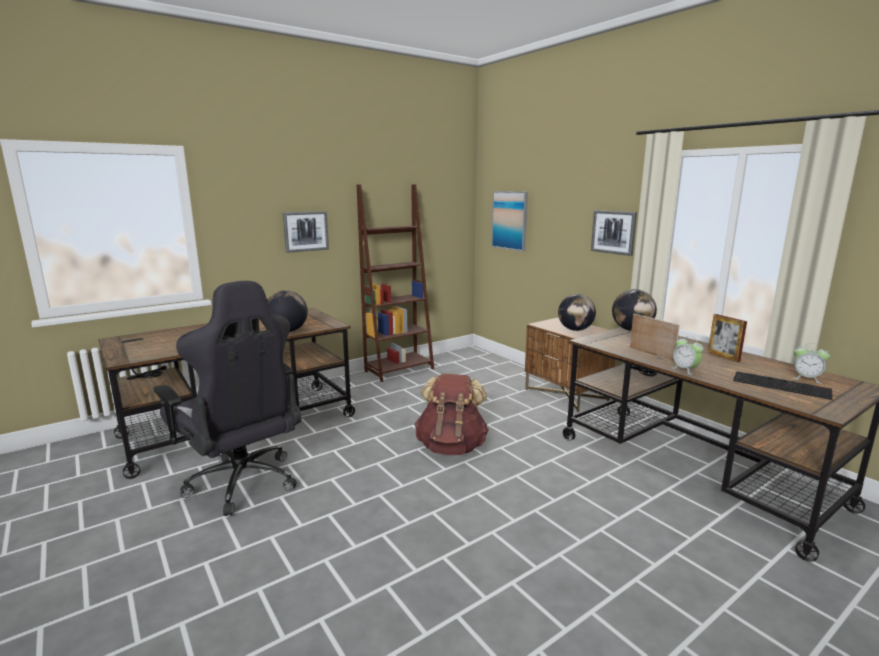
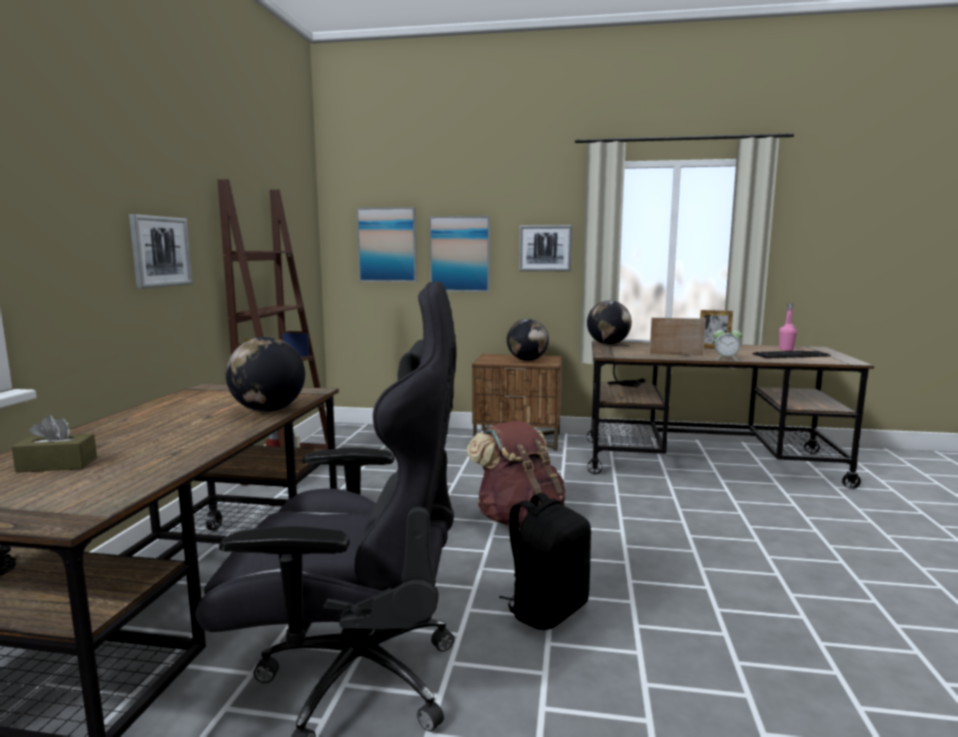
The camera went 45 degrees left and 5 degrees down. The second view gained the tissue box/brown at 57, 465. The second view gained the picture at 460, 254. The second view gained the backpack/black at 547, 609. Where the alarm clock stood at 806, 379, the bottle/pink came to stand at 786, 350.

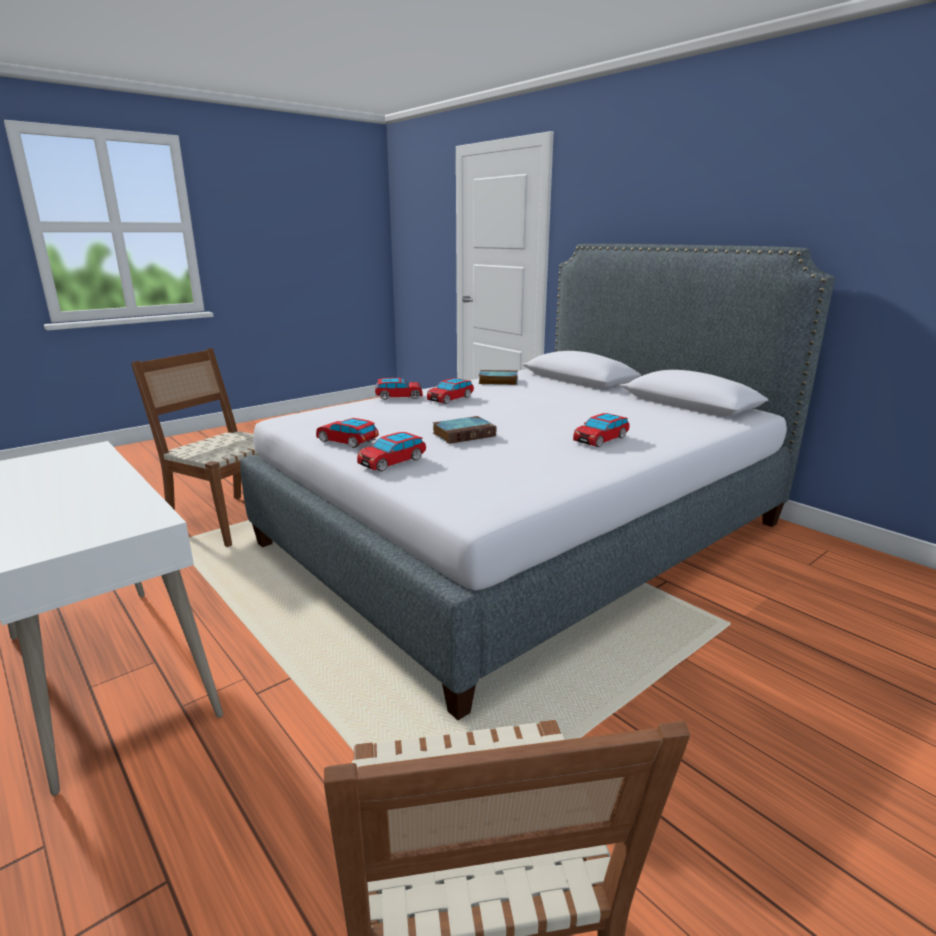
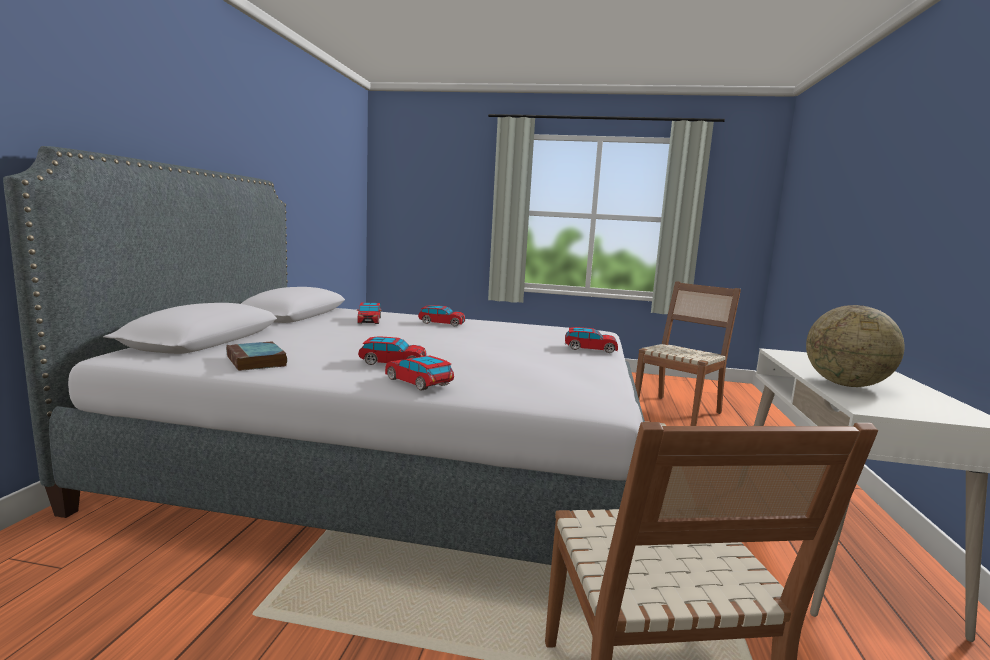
The camera went 130 degrees left and 10 degrees down. The second view lost the book at 464, 434. The second view gained the globe at 846, 385. The toy car ended up elsewhere, having gone from 347, 442 to 369, 321.

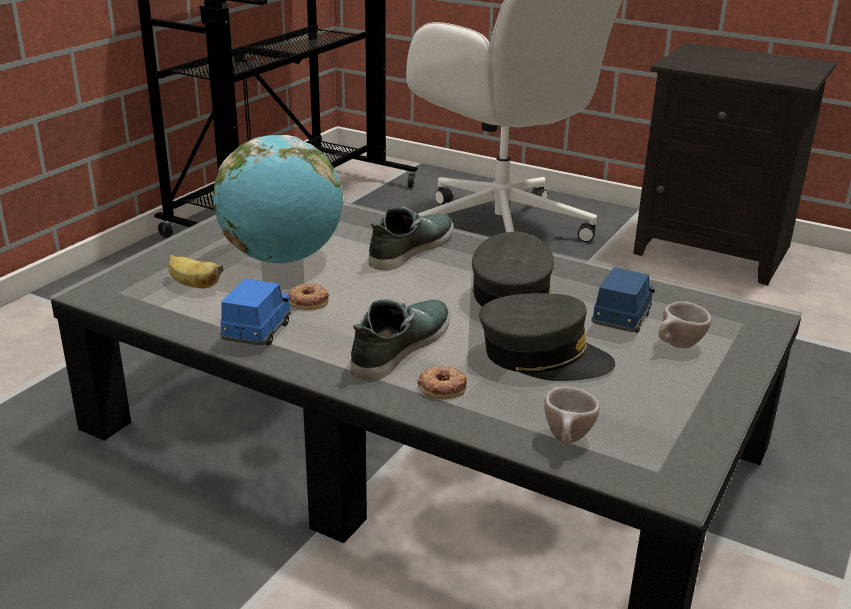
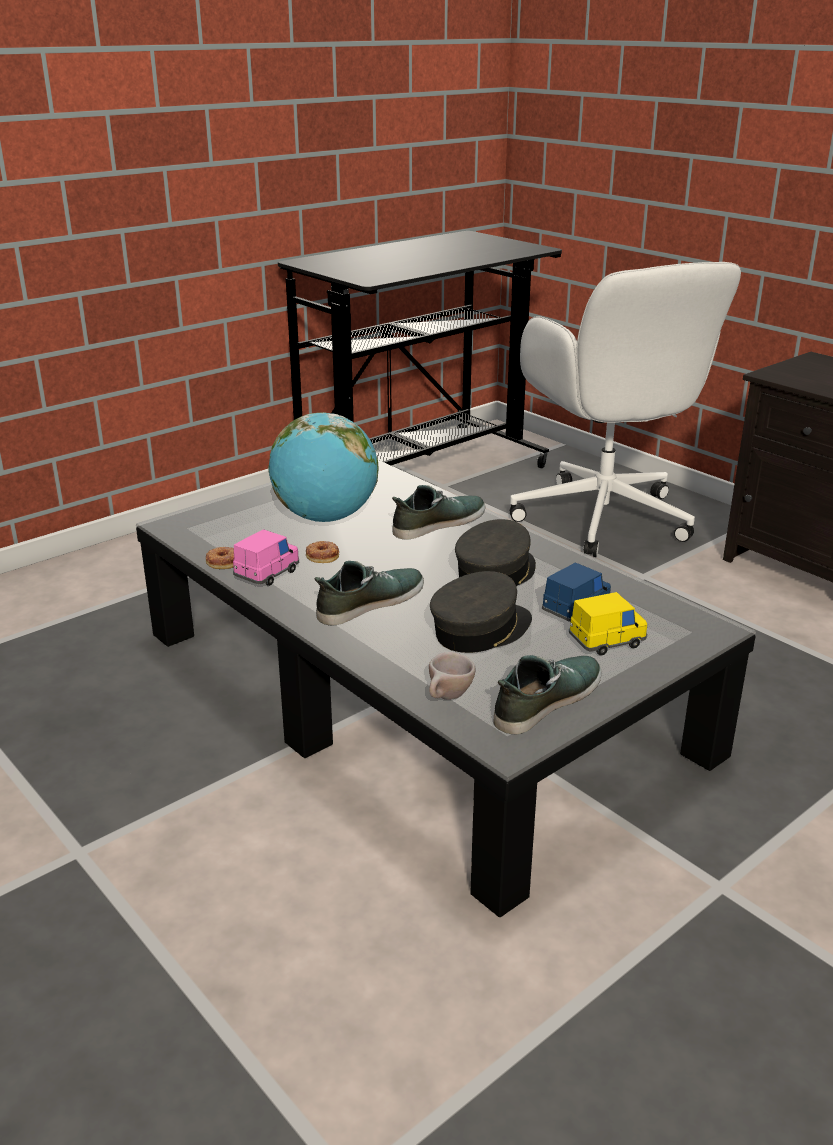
The camera went 20 degrees right and 0 degrees up. The second view lost the banana at 193, 285. The second view gained the shoe at 546, 700. The donut ended up elsewhere, having gone from 442, 387 to 223, 561. Where the cup/beige stood at 677, 347, the toy car/yellow came to stand at 607, 641. What was the toy car/blue at 257, 331 turned into the toy car/pink at 267, 574. The cap/grey at 543, 357 ended up facing another way, 75 degrees counterclockwise from before.

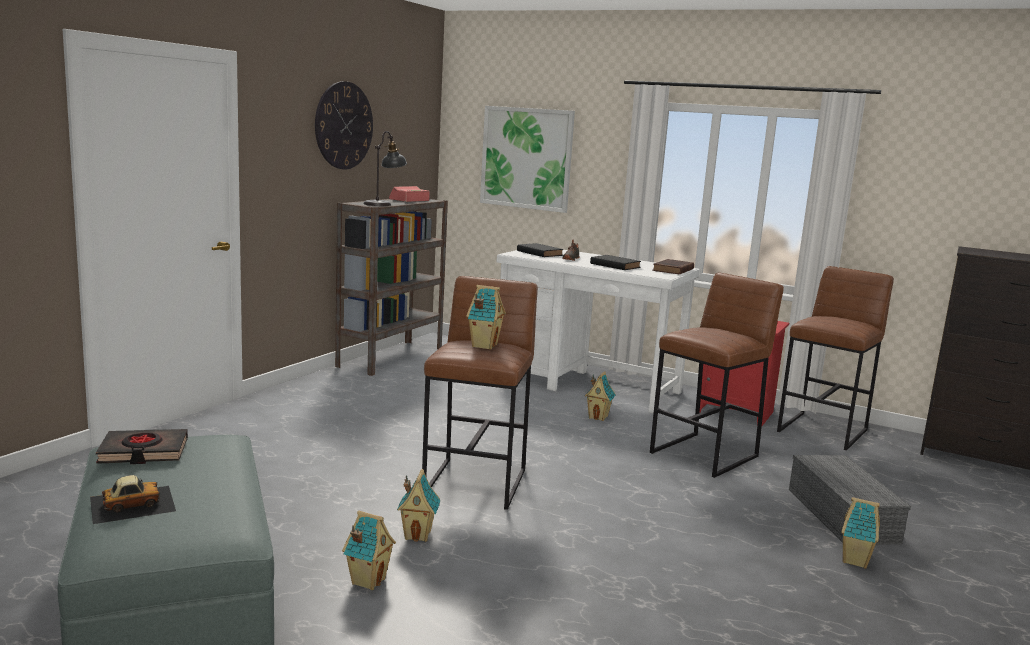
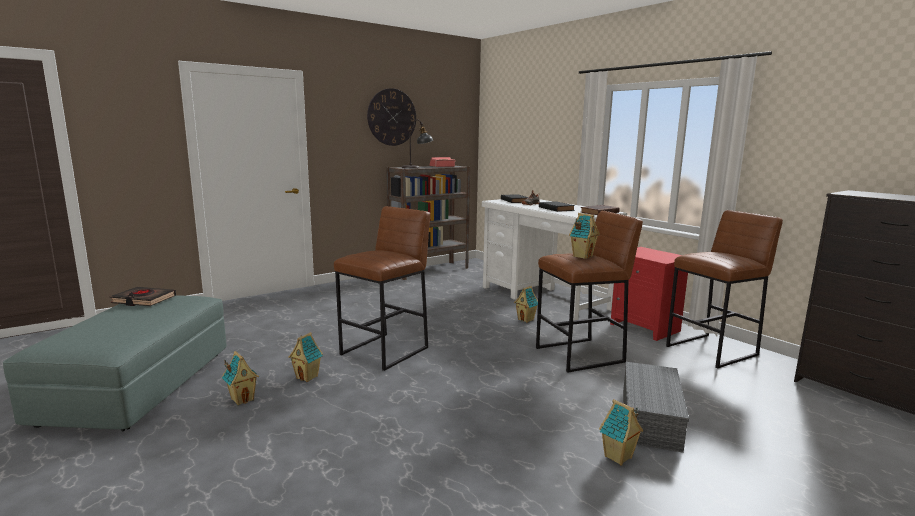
The camera went 25 degrees right and 0 degrees up. The second view lost the toy car at 132, 503. The second view lost the picture at 526, 158. The toy house ended up elsewhere, having gone from 483, 345 to 582, 256.

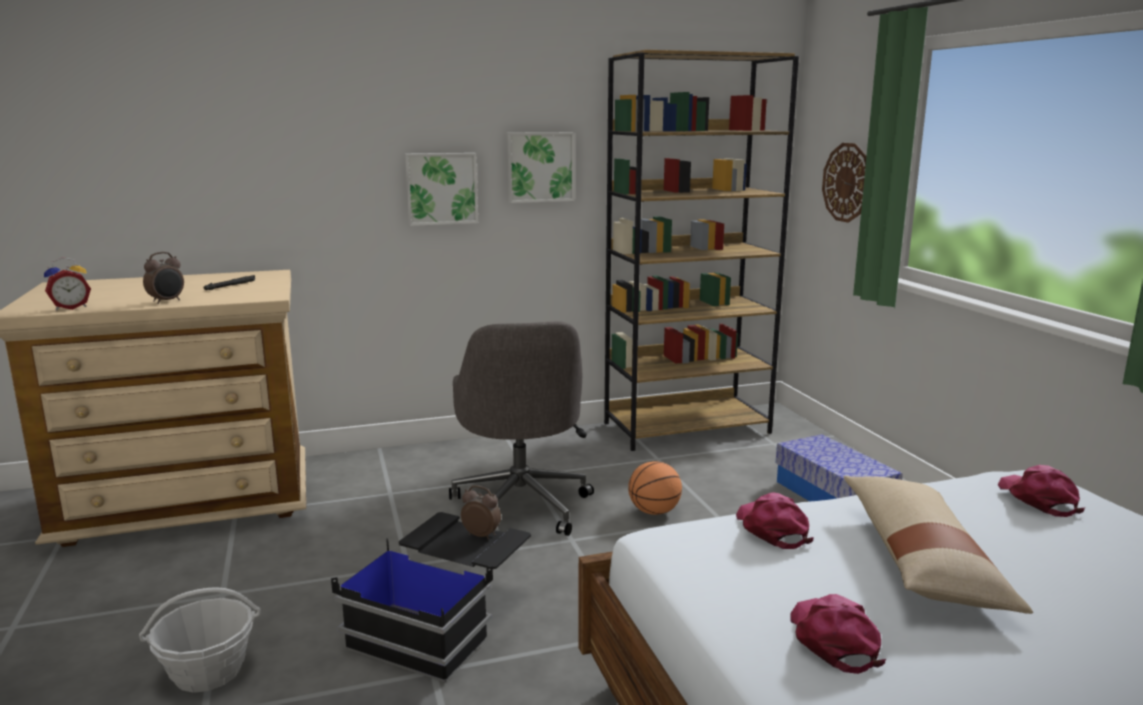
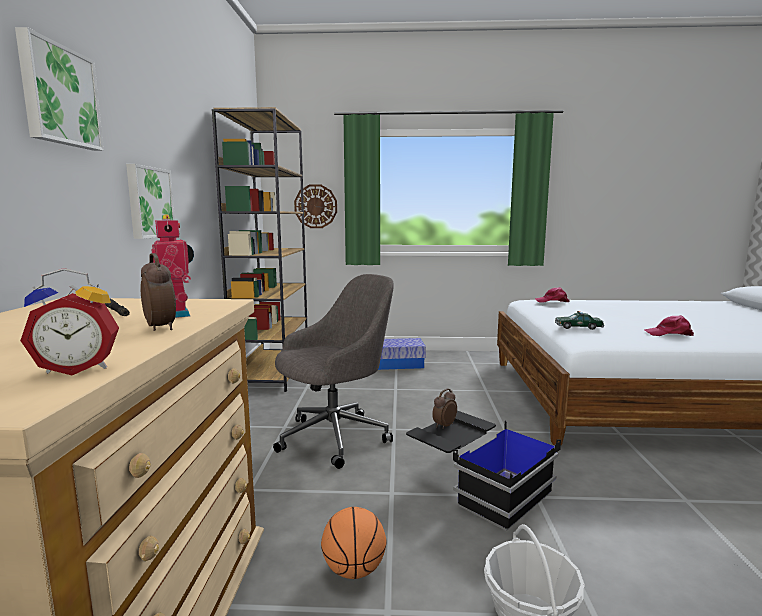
The camera went 70 degrees left and 5 degrees down. The second view lost the pillow/beige at 921, 561. The second view gained the toy robot at 177, 314. The picture ended up elsewhere, having gone from 540, 167 to 59, 96. The basketball ended up elsewhere, having gone from 654, 512 to 354, 570. Where the cap/pink stood at 772, 528, the toy car came to stand at 578, 327. The alarm clock at 71, 307 ended up facing another way, 90 degrees clockwise from before. The office chair/grey at 521, 508 ended up facing another way, 45 degrees counterclockwise from before.

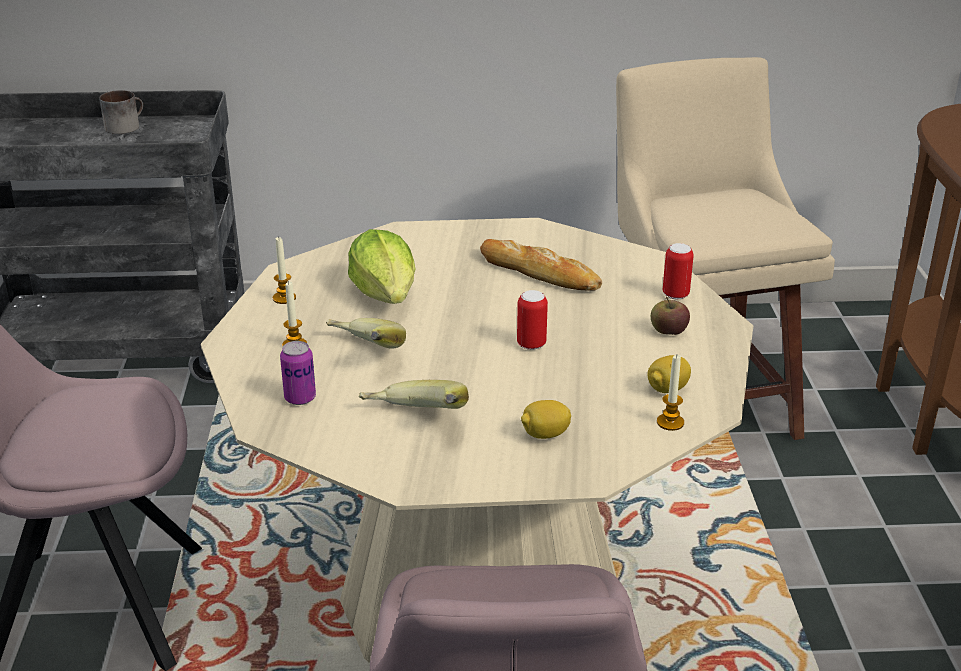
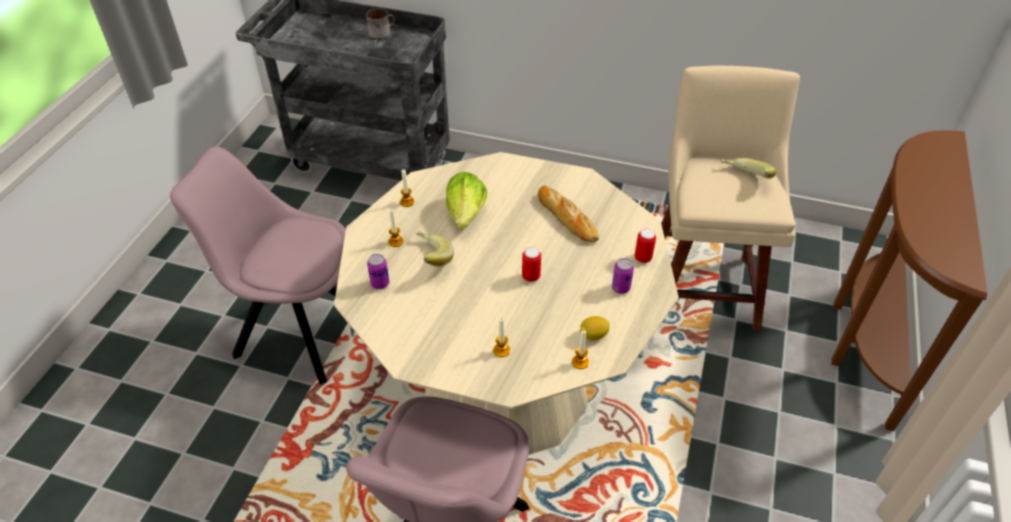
The camera went 20 degrees right and 15 degrees up. The banana ended up elsewhere, having gone from 414, 422 to 744, 179. Where the lemon stood at 545, 435, the candle came to stand at 501, 350. Where the apple stood at 668, 331, the can came to stand at 620, 288.

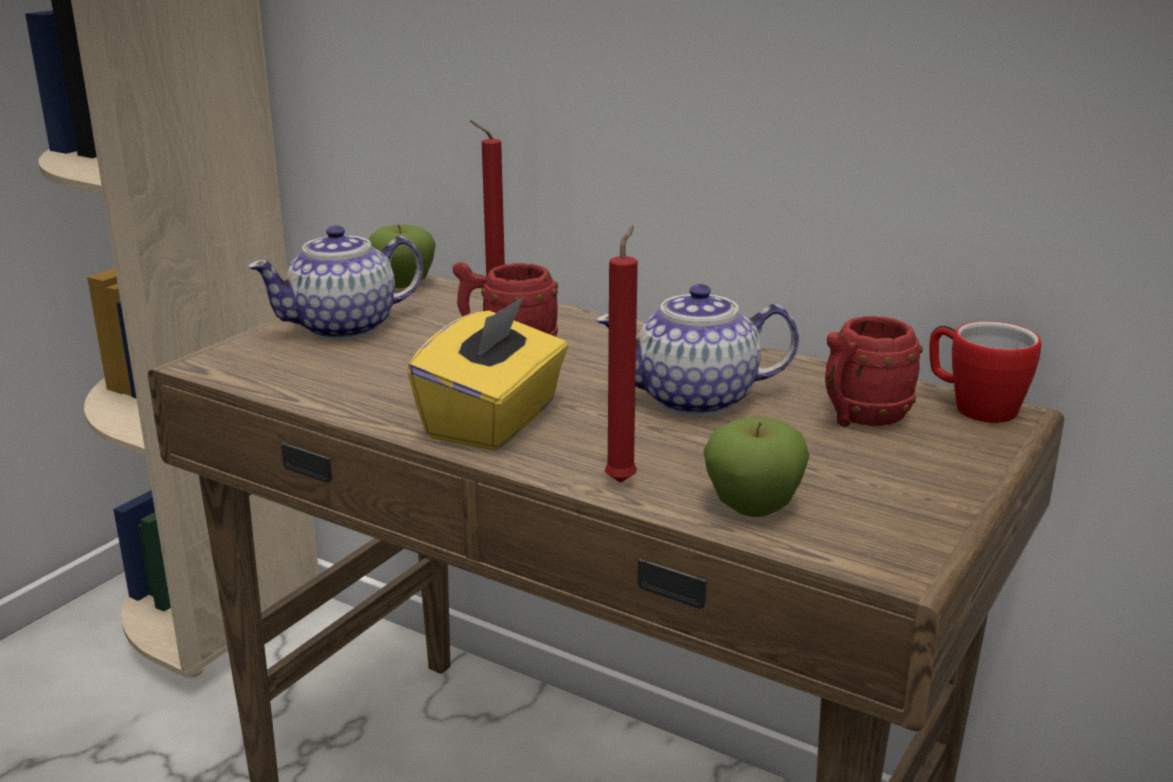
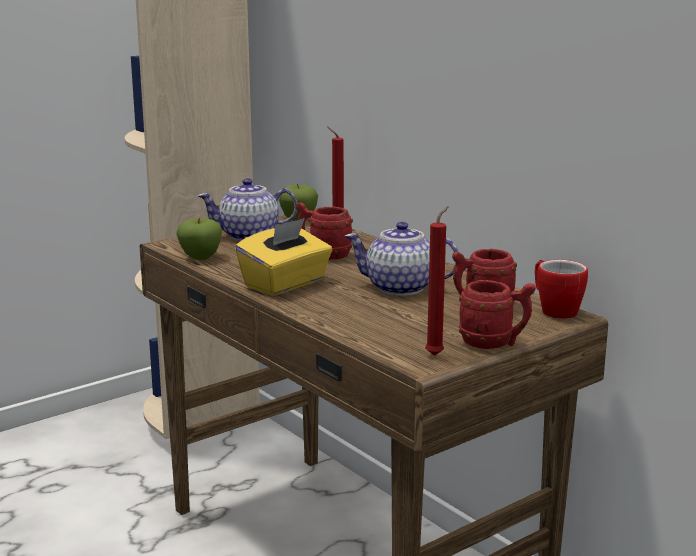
The camera went 20 degrees right and 5 degrees down. The second view gained the mug/red at 494, 343. The candle/red ended up elsewhere, having gone from 622, 480 to 436, 354. The apple ended up elsewhere, having gone from 753, 508 to 200, 257.

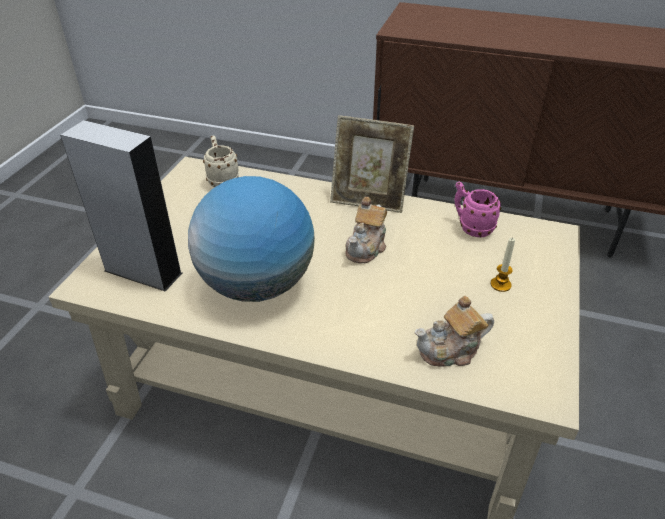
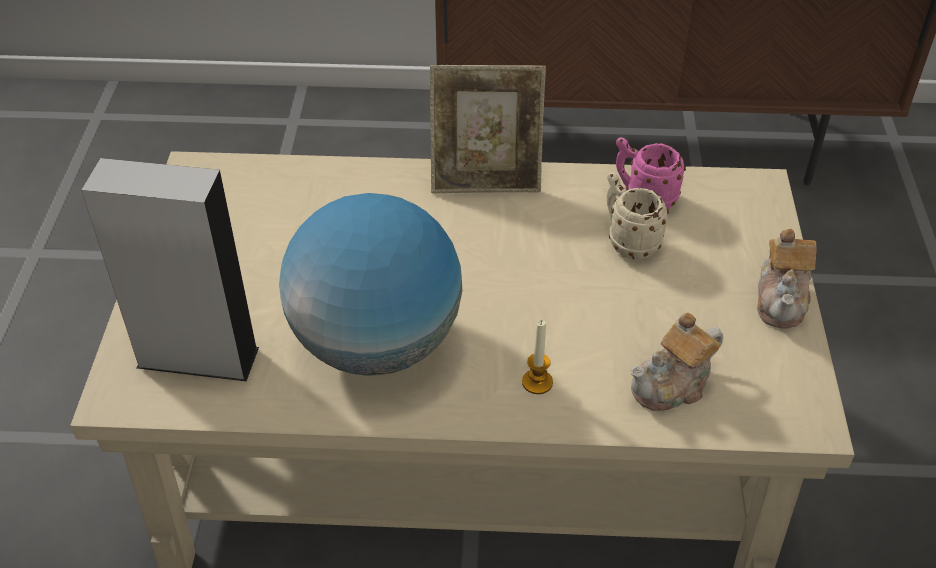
The camera went 15 degrees left and 5 degrees up. The mug/beige ended up elsewhere, having gone from 222, 180 to 628, 241. The teapot ended up elsewhere, having gone from 366, 247 to 782, 299. The candle ended up elsewhere, having gone from 500, 284 to 537, 382.

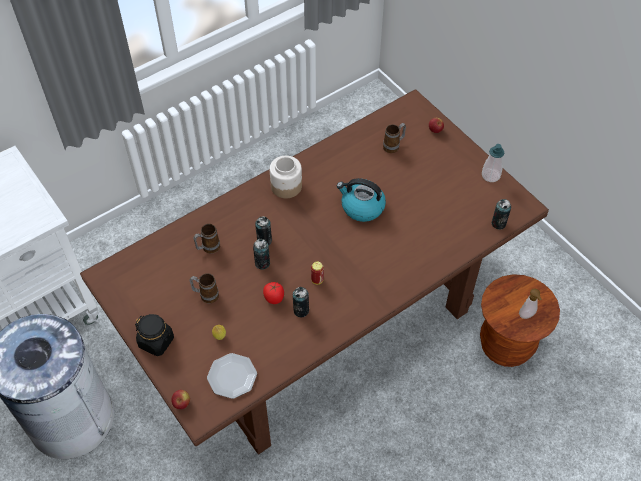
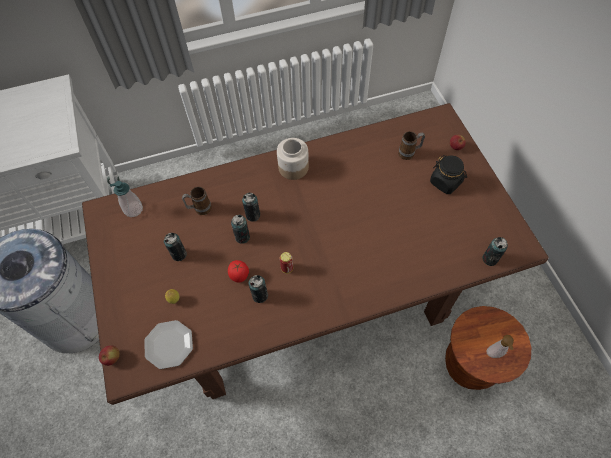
The camera went 20 degrees right and 5 degrees up. The second view lost the kettle at 362, 207. The jar/black ended up elsewhere, having gone from 156, 341 to 445, 182. The soap dispenser ended up elsewhere, having gone from 490, 175 to 133, 209. Where the mug stood at 206, 295, the can came to stand at 179, 254.

